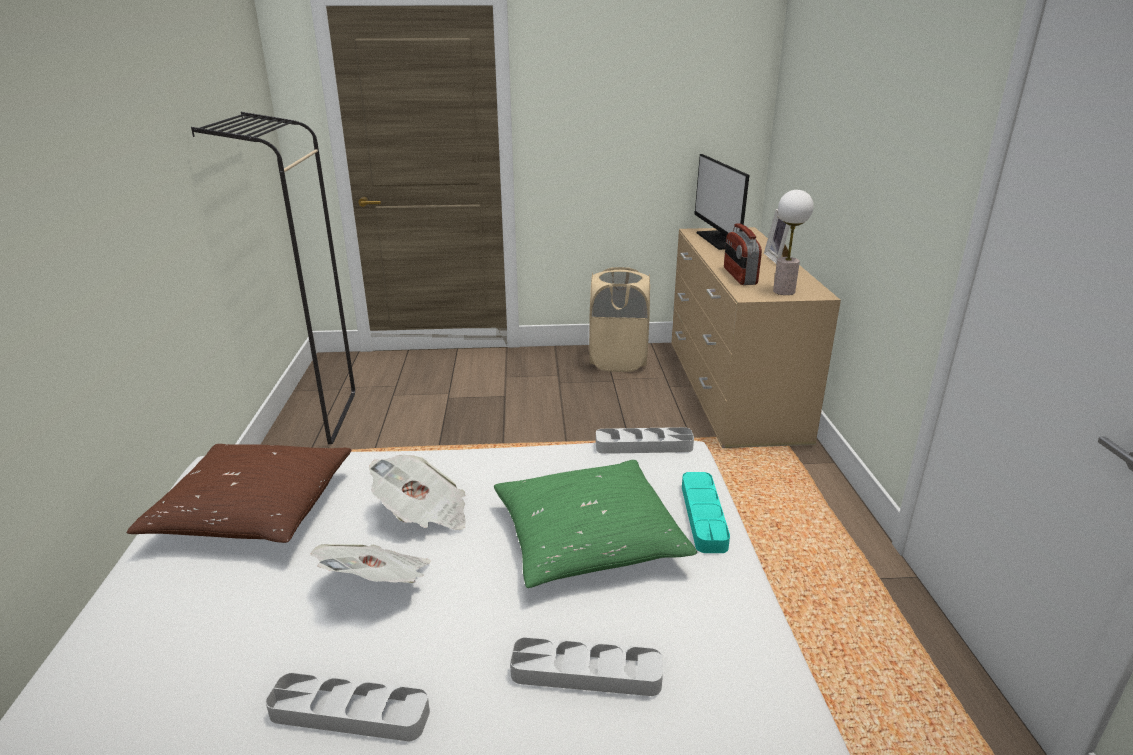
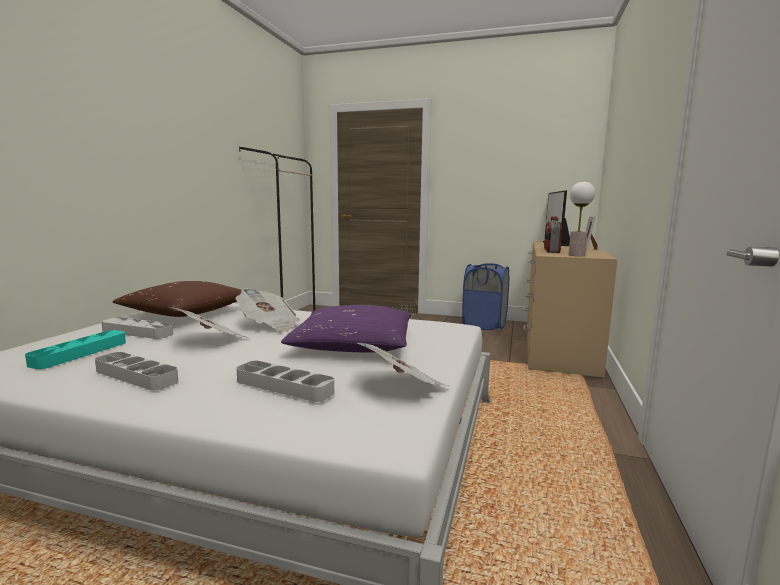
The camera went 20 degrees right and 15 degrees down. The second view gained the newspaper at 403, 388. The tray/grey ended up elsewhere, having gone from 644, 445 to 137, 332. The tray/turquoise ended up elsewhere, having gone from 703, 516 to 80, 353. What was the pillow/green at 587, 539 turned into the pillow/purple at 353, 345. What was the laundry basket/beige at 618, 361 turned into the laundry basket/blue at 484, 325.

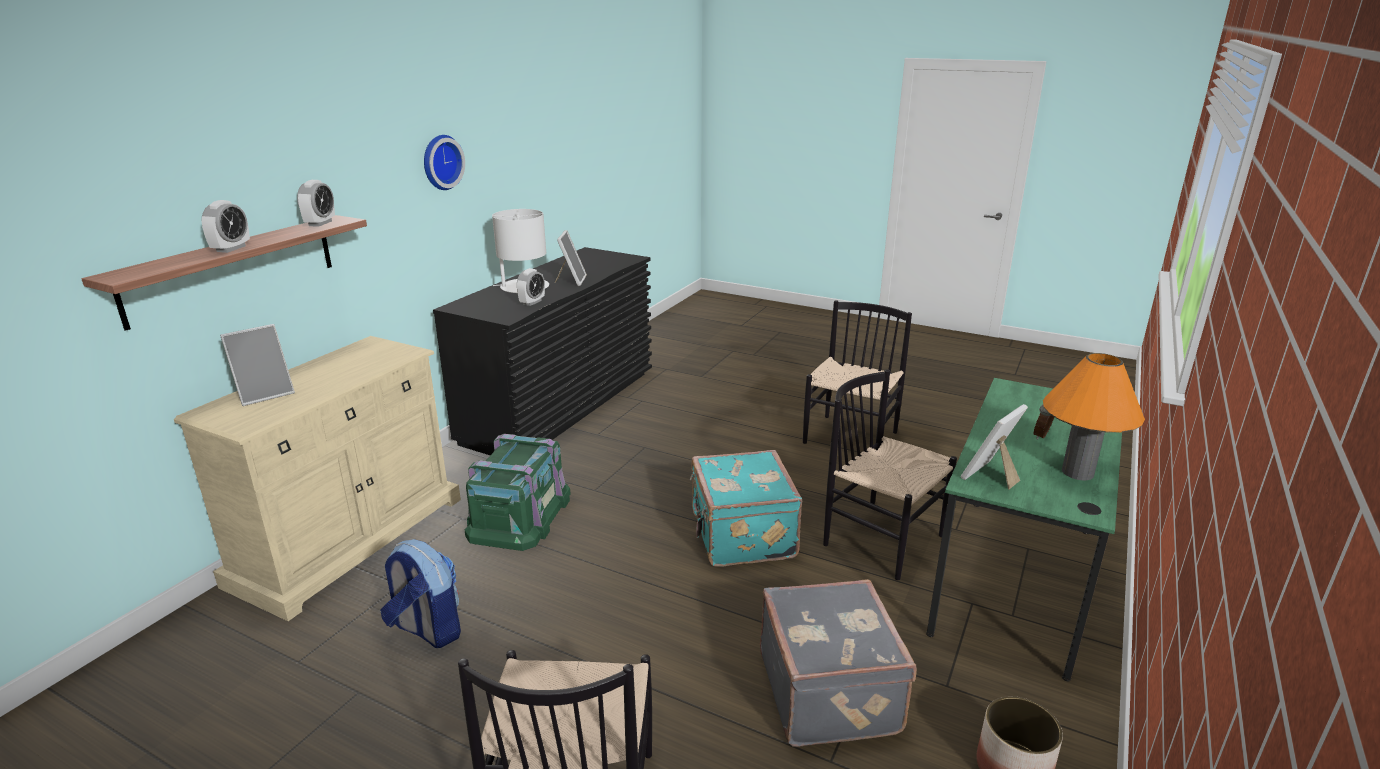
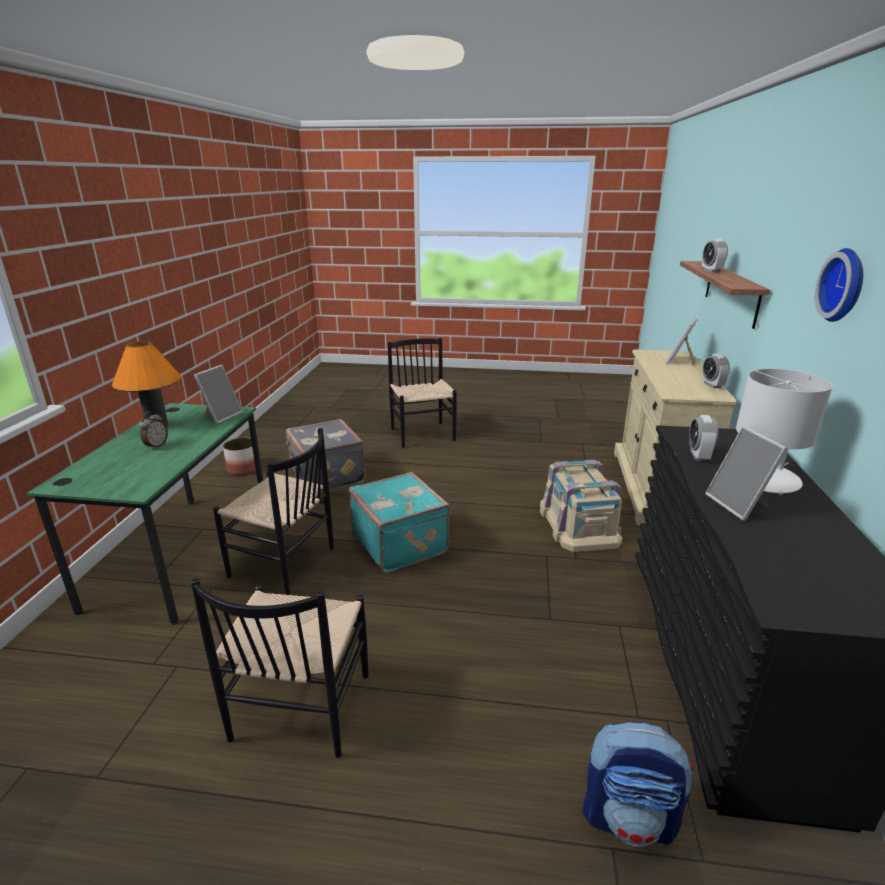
The camera went 160 degrees right and 0 degrees up. The alarm clock ended up elsewhere, having gone from 320, 223 to 712, 385. The backpack ended up elsewhere, having gone from 427, 630 to 629, 817. What was the storage box/green at 520, 514 turned into the storage box/beige at 578, 524.

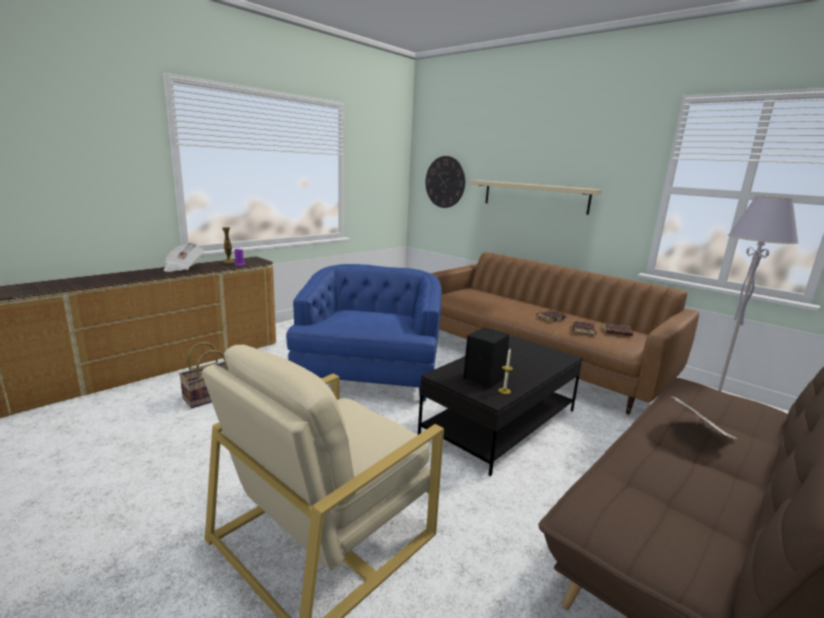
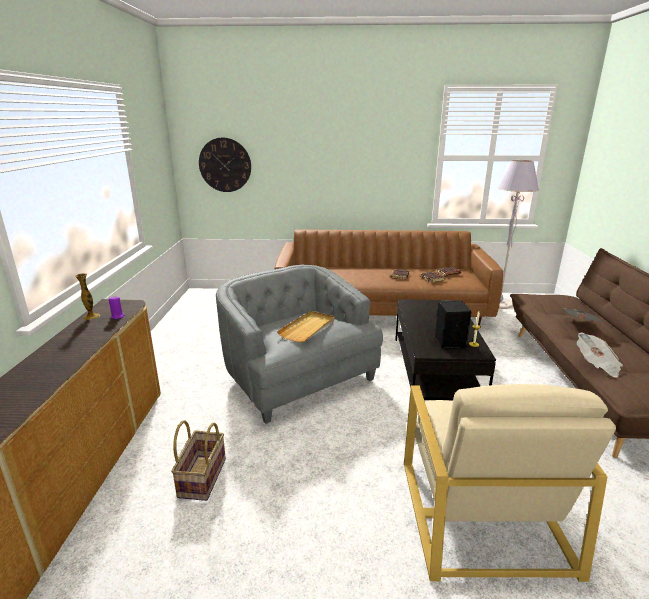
The camera went 40 degrees left and 5 degrees up. The second view lost the shelf/beige at 534, 196. The second view gained the tray/beige at 308, 328. The newspaper ended up elsewhere, having gone from 183, 268 to 597, 365. What was the armchair/blue at 369, 374 turned into the armchair/grey at 297, 378.

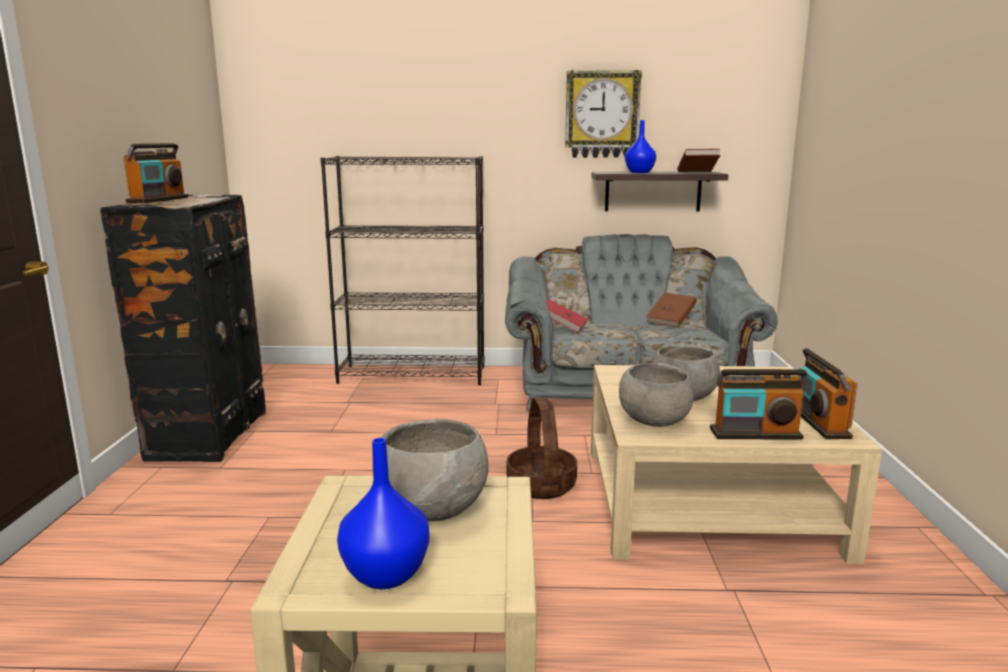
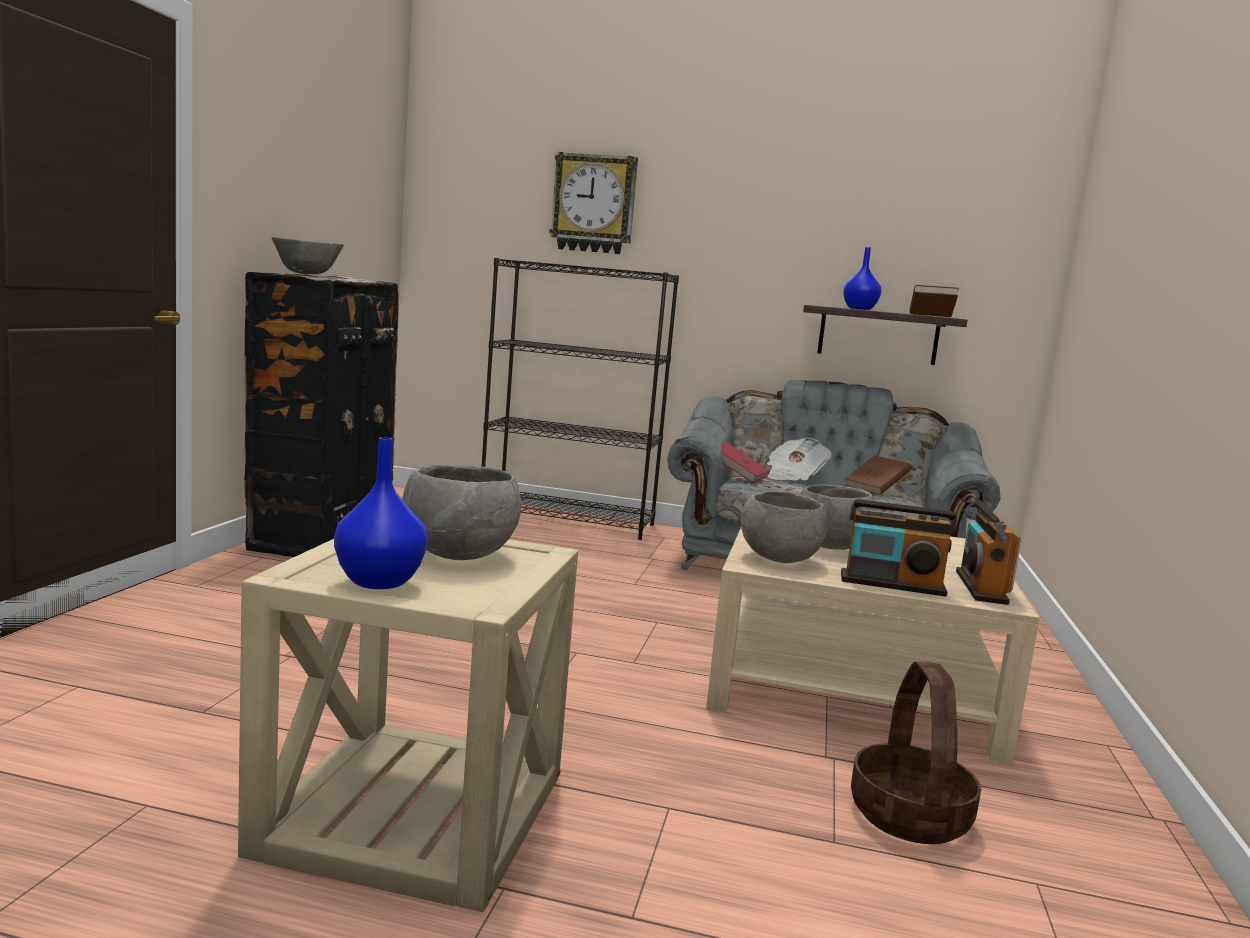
The camera went 10 degrees right and 5 degrees down. The second view gained the newspaper at 793, 477. The basket ended up elsewhere, having gone from 542, 485 to 910, 816. The wall clock ended up elsewhere, having gone from 602, 114 to 594, 204. Where the radio stood at 158, 200, the bowl/grey came to stand at 307, 274.

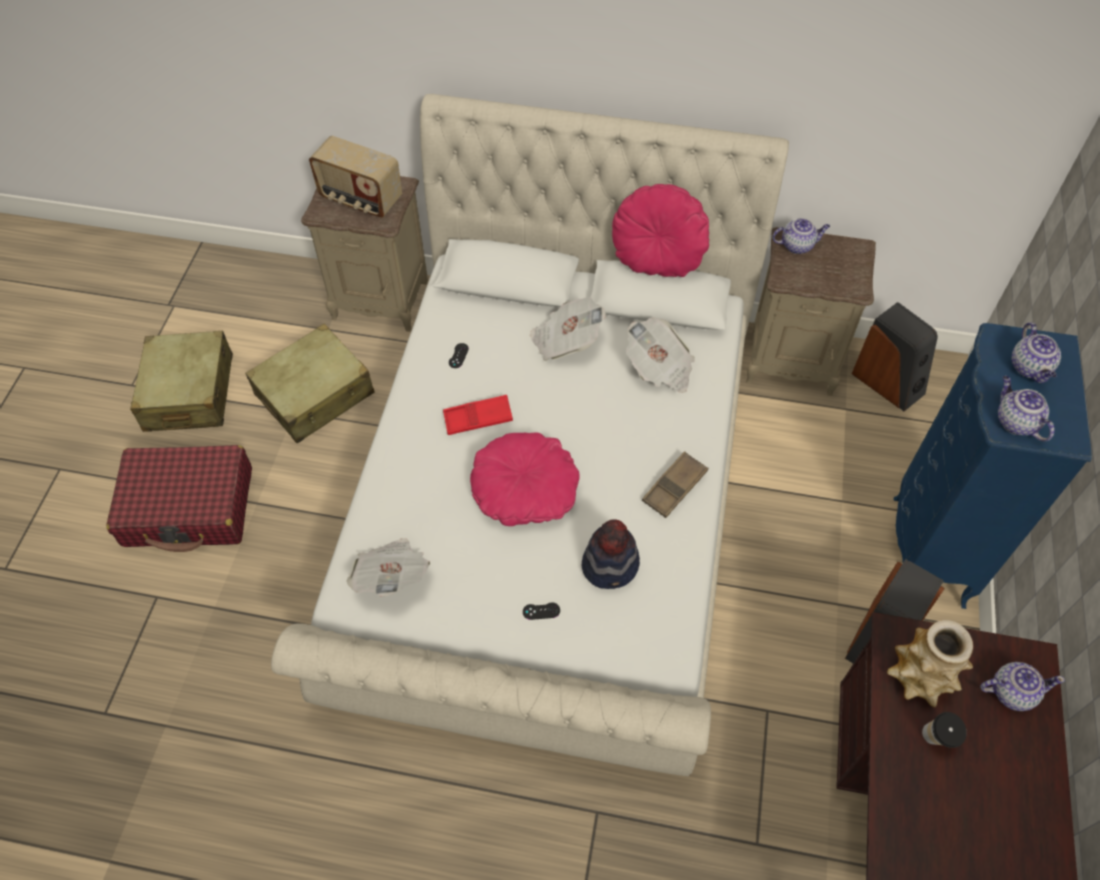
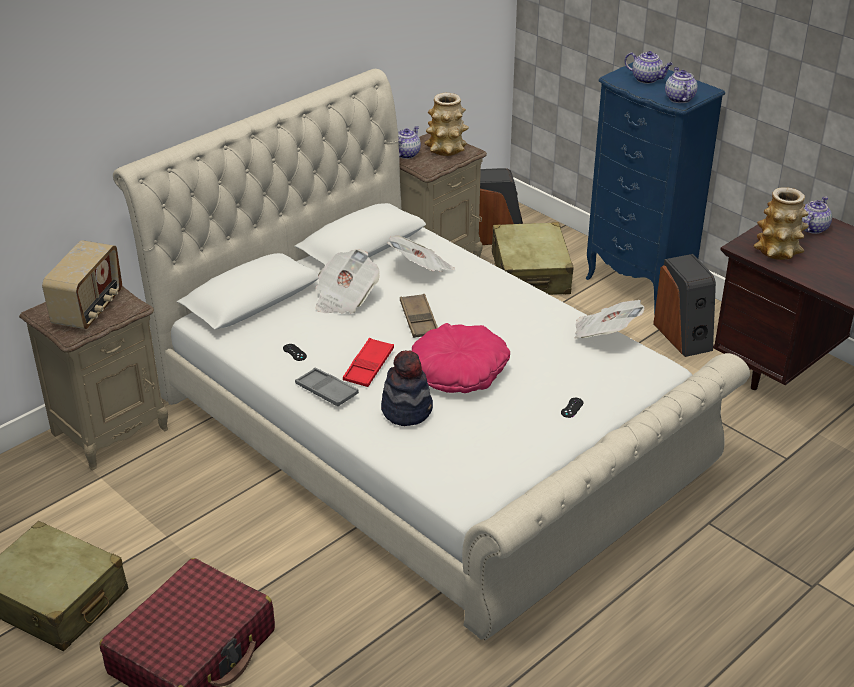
The camera went 55 degrees left and 20 degrees down. The second view lost the pillow/pink at 657, 263. The second view lost the cup at 936, 741. The second view gained the tray/grey at 326, 391. The second view gained the vase at 446, 149. The suitcase/beige ended up elsewhere, having gone from 315, 394 to 530, 273. The newspaper ended up elsewhere, having gone from 392, 576 to 605, 334. The hat ended up elsewhere, having gone from 611, 565 to 407, 410. The tray/brown ended up elsewhere, having gone from 674, 487 to 419, 320. The radio at 360, 200 ended up facing another way, 45 degrees counterclockwise from before. The teapot at 1015, 422 ended up facing another way, 75 degrees clockwise from before.

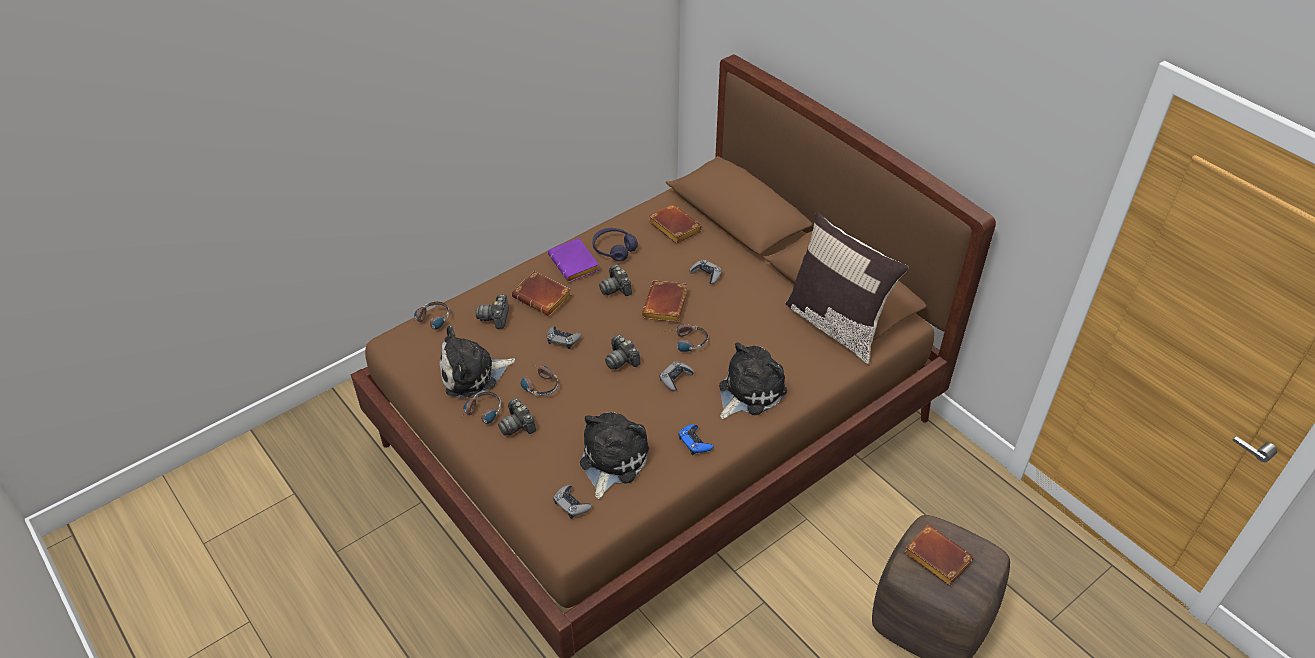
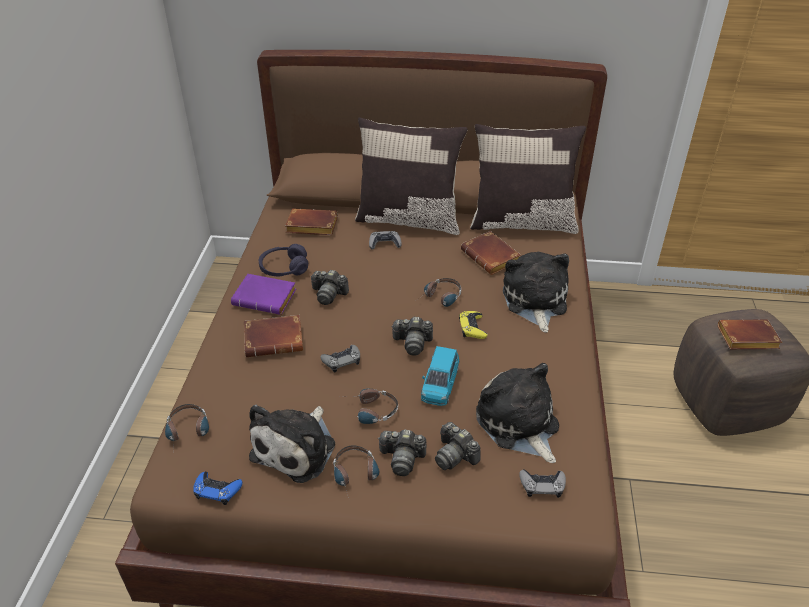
The camera went 45 degrees left and 5 degrees down. The second view gained the pillow at 409, 220. The second view gained the toy car/blue at 440, 385. The photo camera ended up elsewhere, having gone from 495, 317 to 455, 455. The book/brown ended up elsewhere, having gone from 666, 306 to 492, 257. The game controller/blue ended up elsewhere, having gone from 694, 442 to 217, 490. What was the game controller/grey at 675, 378 turned into the game controller/yellow at 472, 328.

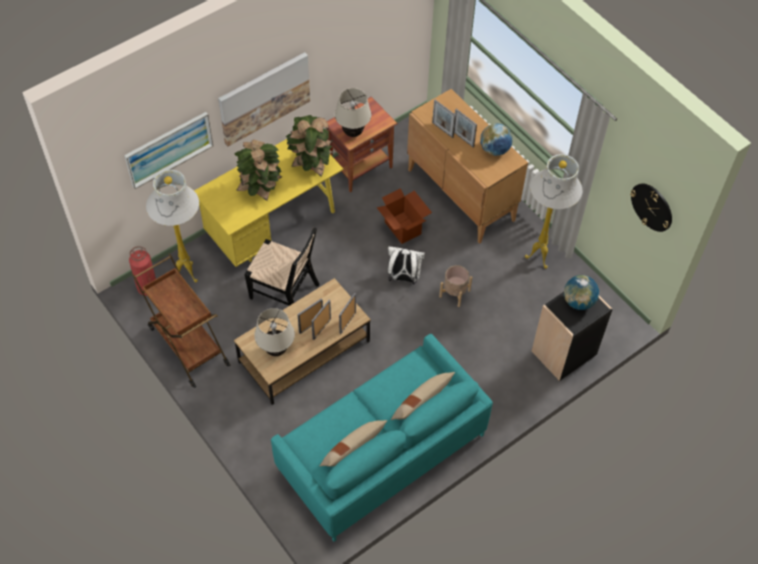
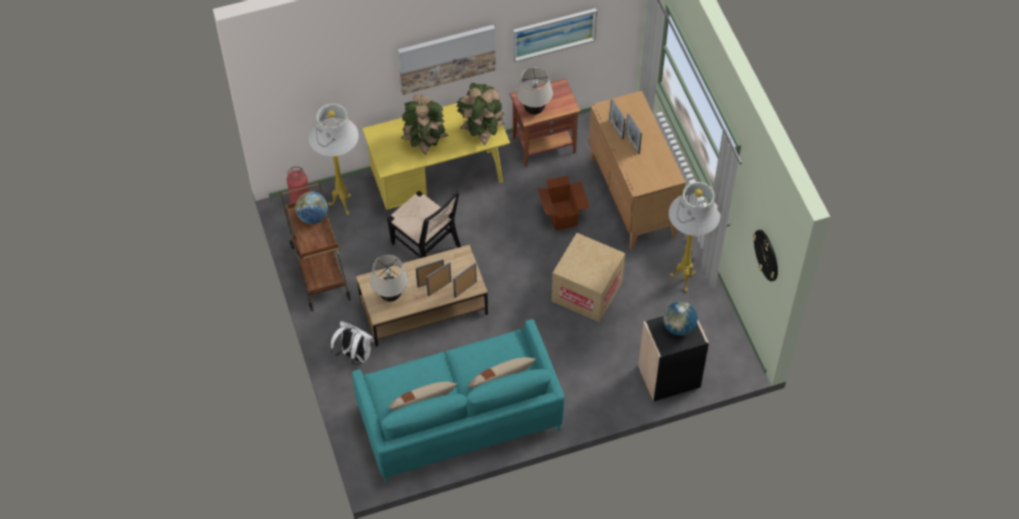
The camera went 20 degrees right and 0 degrees up. The picture ended up elsewhere, having gone from 169, 149 to 554, 33. The backpack/white ended up elsewhere, having gone from 403, 277 to 354, 355. The globe ended up elsewhere, having gone from 495, 150 to 313, 217. Where the planter/beige stood at 455, 293, the cardboard box came to stand at 587, 291.

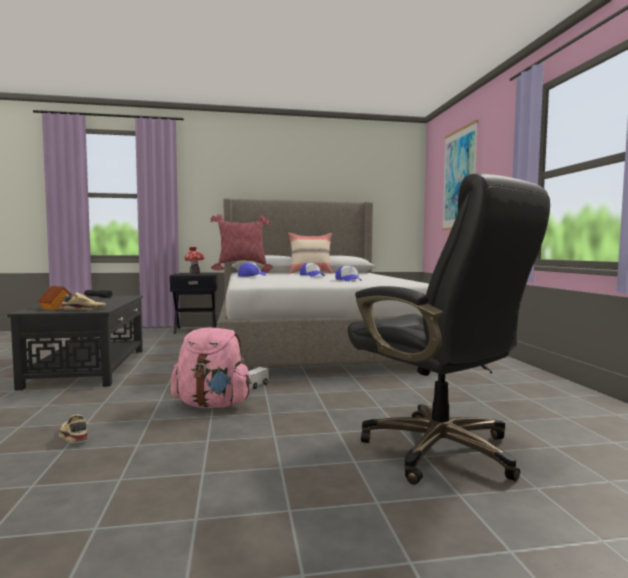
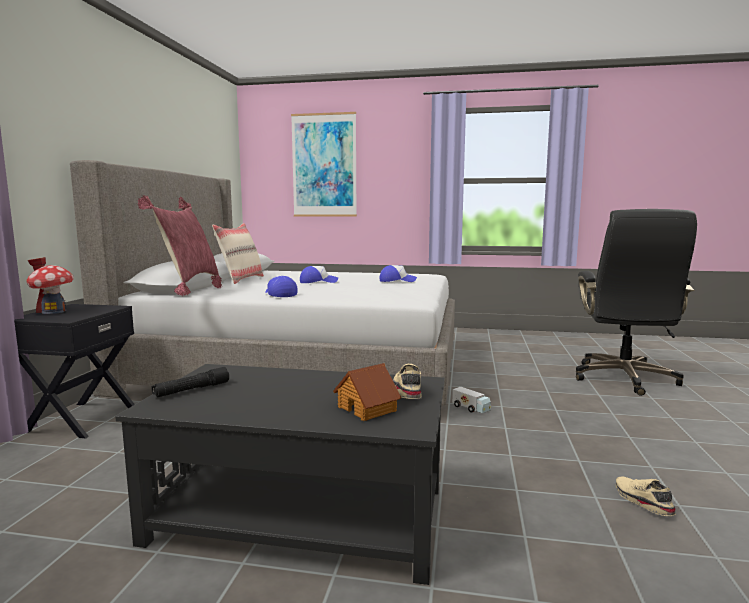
The camera went 70 degrees left and 5 degrees up. The second view lost the backpack/pink at 212, 404. The shoe/beige at 73, 437 ended up facing another way, 90 degrees clockwise from before. The office chair/black at 436, 449 ended up facing another way, 120 degrees clockwise from before.

